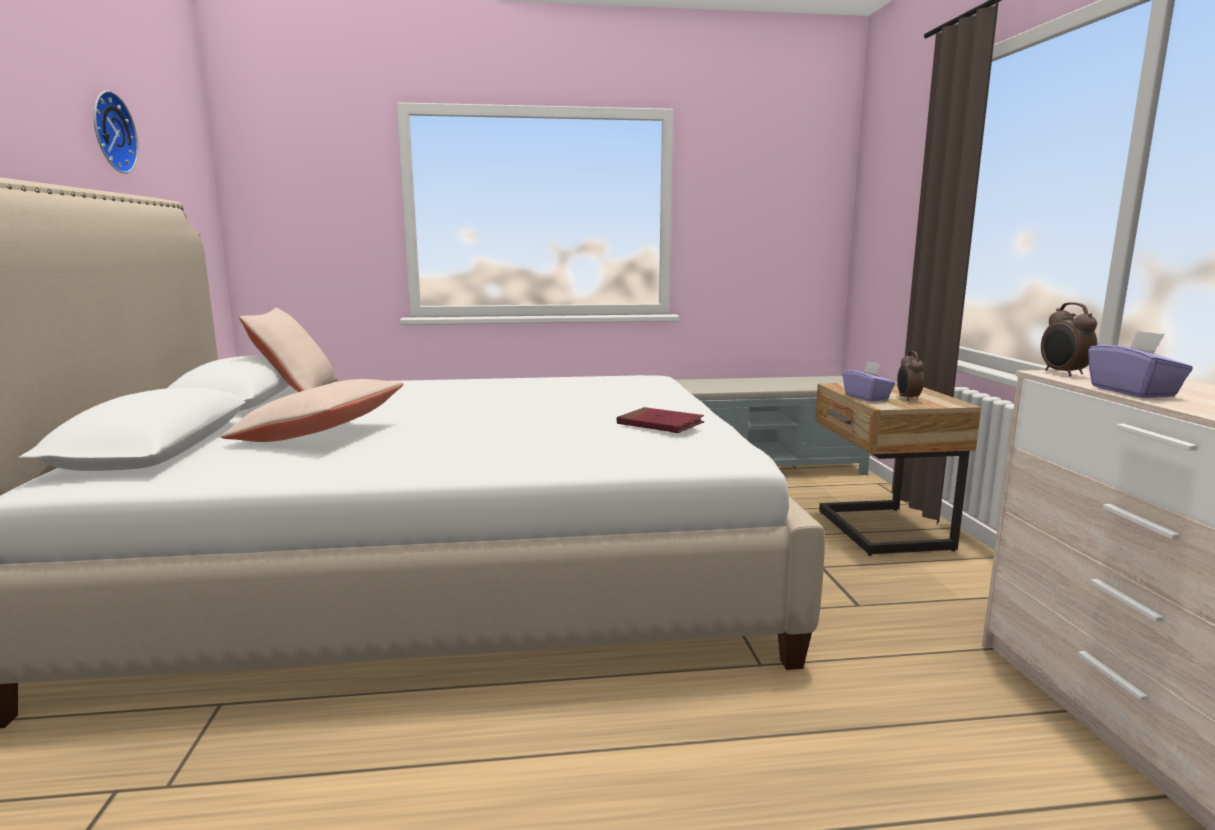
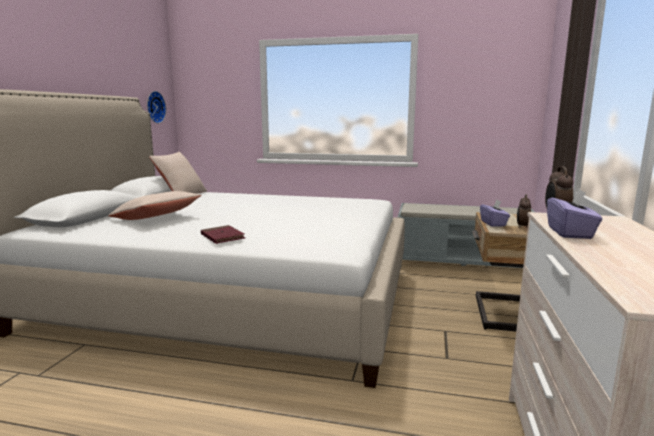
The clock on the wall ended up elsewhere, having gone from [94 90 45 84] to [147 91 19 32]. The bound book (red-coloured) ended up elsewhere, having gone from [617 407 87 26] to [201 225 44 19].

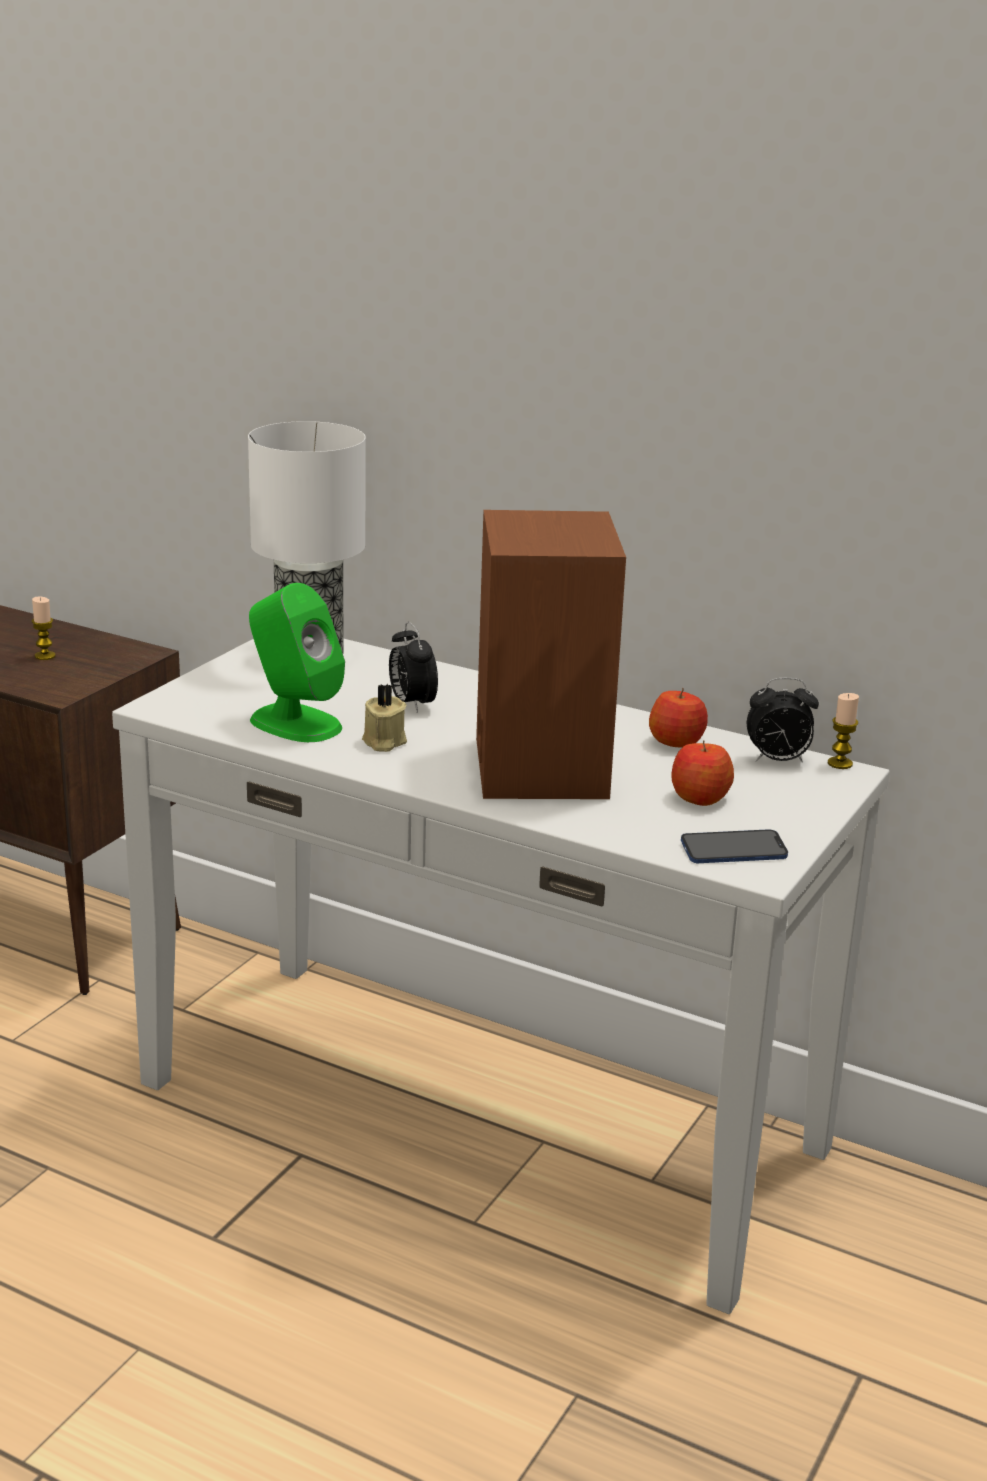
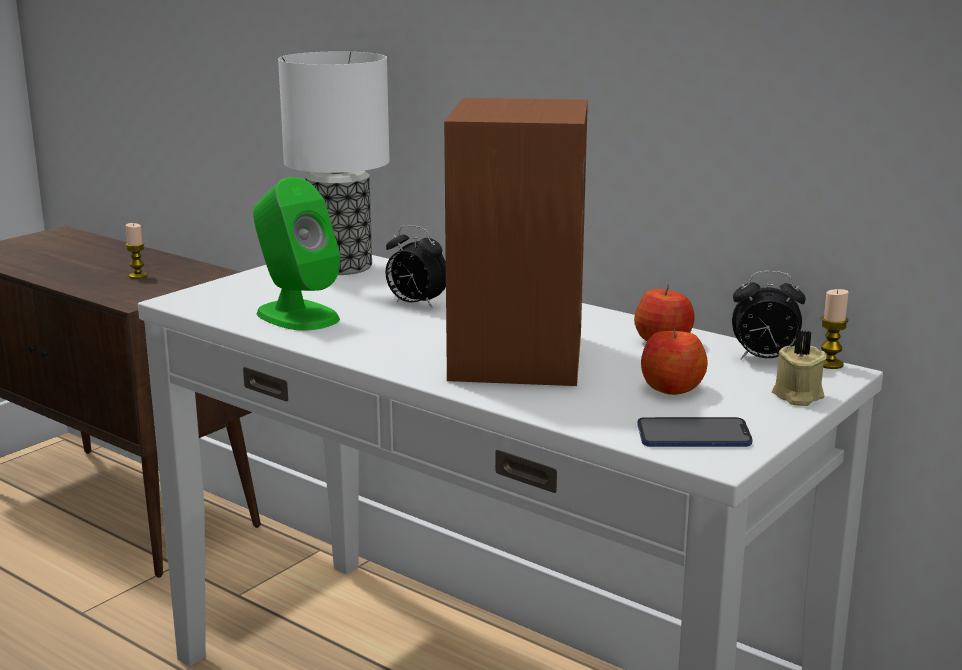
The wax candle (beige-coloured) ended up elsewhere, having gone from [362 684 45 68] to [772 330 55 76]. The bedside clock at [389 622 49 91] ended up facing another way, 45 degrees counterclockwise from before.

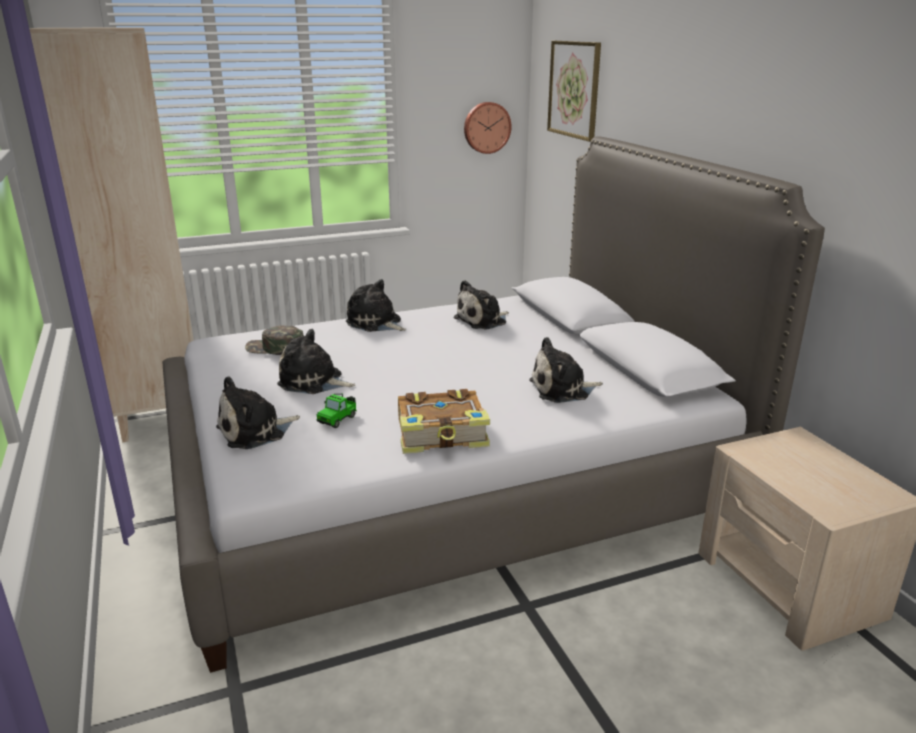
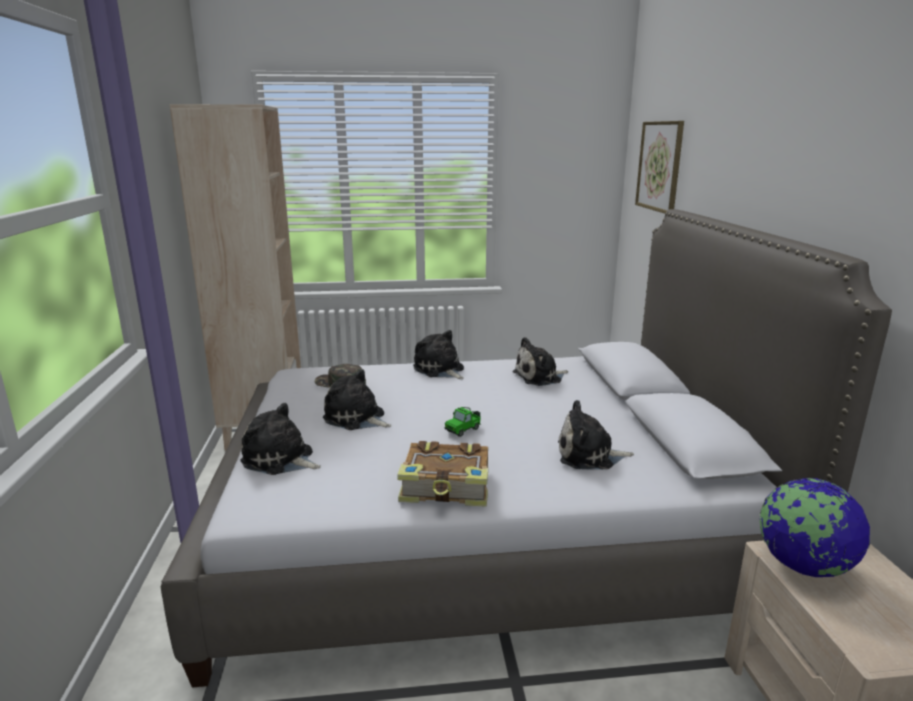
The plush toy at [216 376 84 73] ended up facing another way, 45 degrees clockwise from before. The miniature car ended up elsewhere, having gone from [317 394 40 34] to [444 407 37 30]. The second view lost the clock on the wall at [464 102 48 52]. The second view gained the desk globe at [759 478 111 99].

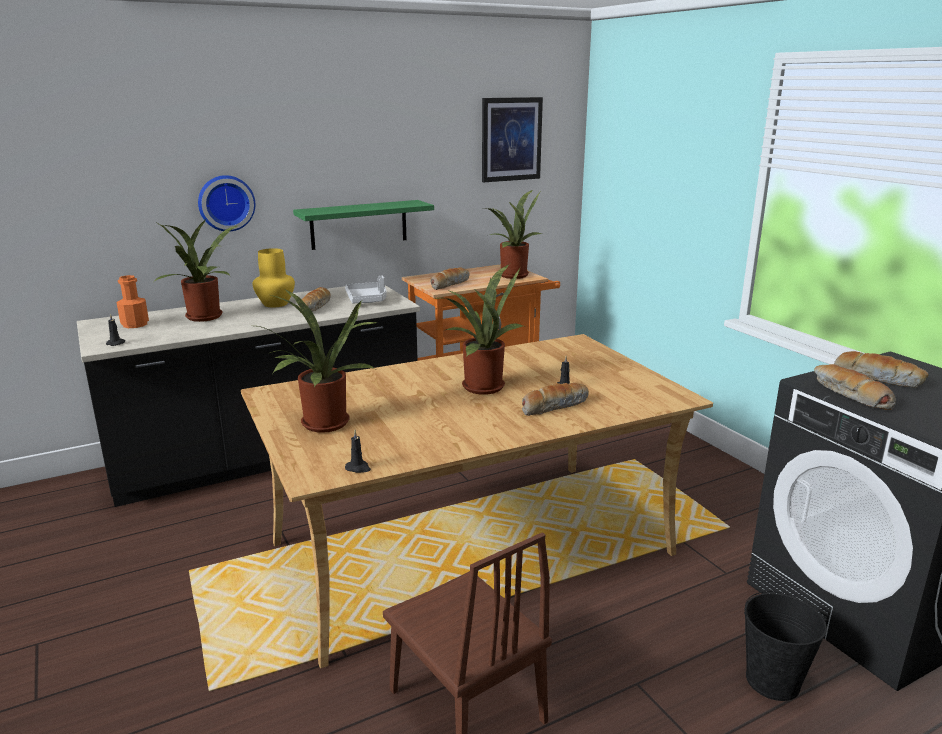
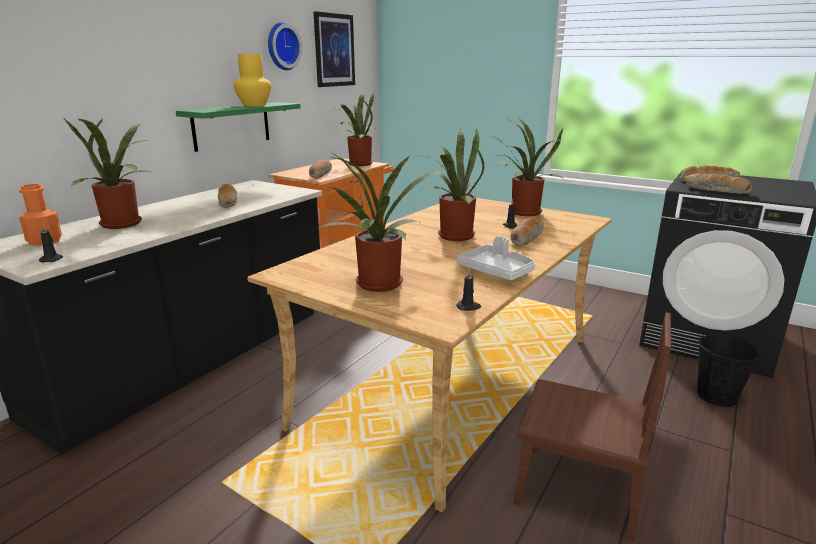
The clock on the wall ended up elsewhere, having gone from [198 175 57 57] to [268 22 34 48]. The decorative vase (yellowish) ended up elsewhere, having gone from [253 248 42 60] to [233 54 38 52]. The carrying tray (gray) ended up elsewhere, having gone from [345 276 41 27] to [457 236 78 44]. The second view gained the potted plant at [491 119 73 97].

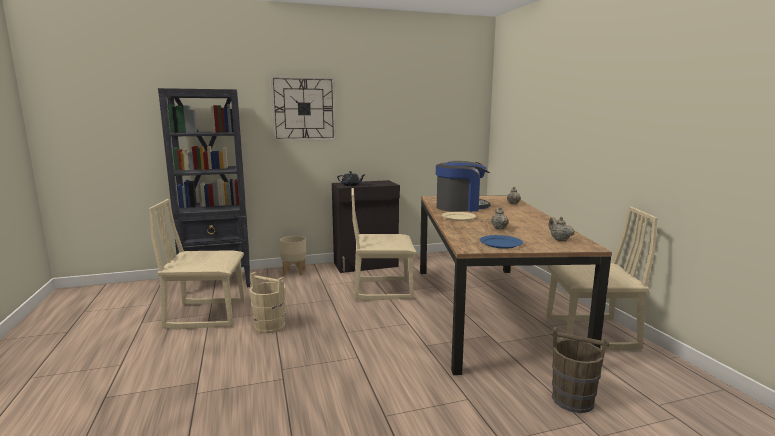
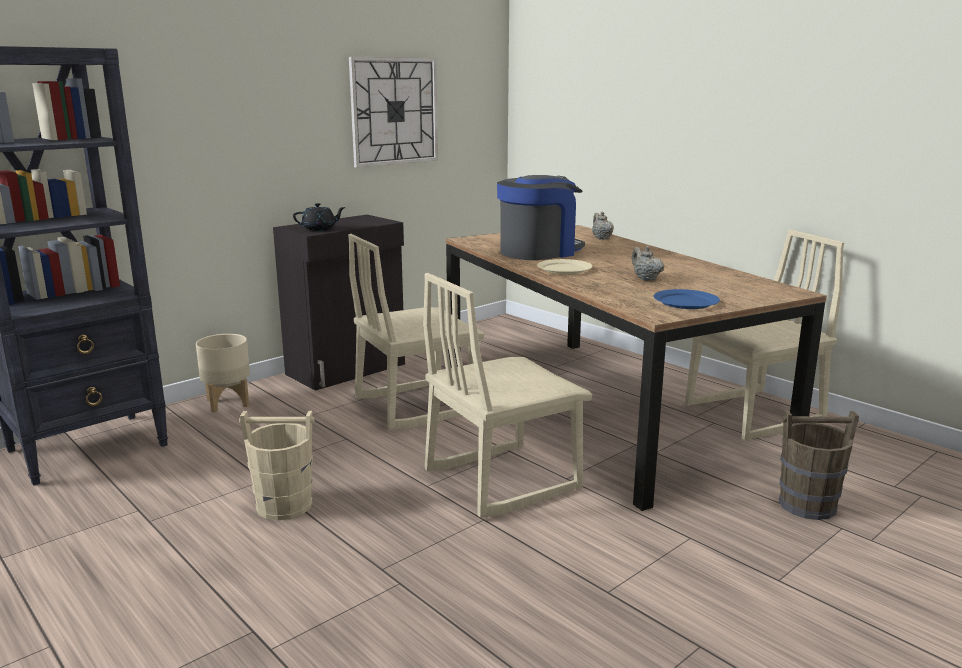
The plain chair (beige-coloured) ended up elsewhere, having gone from [149 199 96 131] to [423 273 169 245]. The clock on the wall ended up elsewhere, having gone from [270 76 66 65] to [349 57 89 111]. The second view lost the tea pot (beige-coloured) at [548 217 27 24].

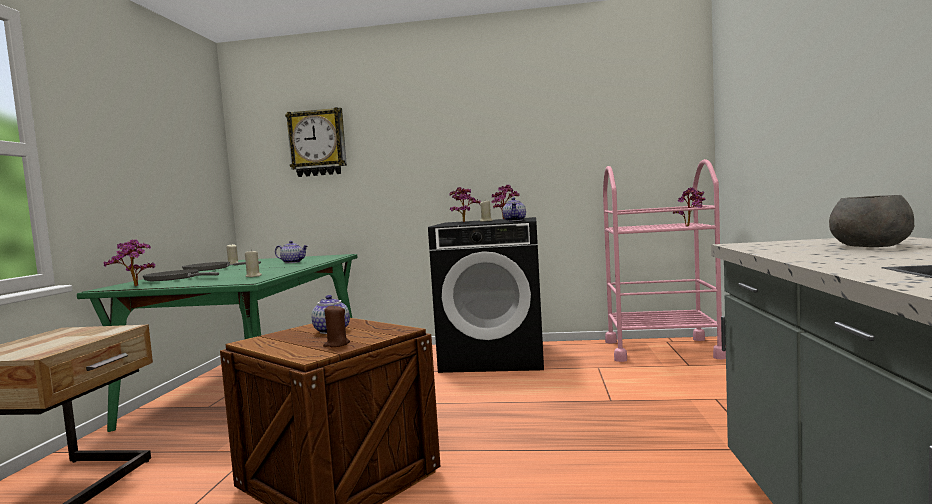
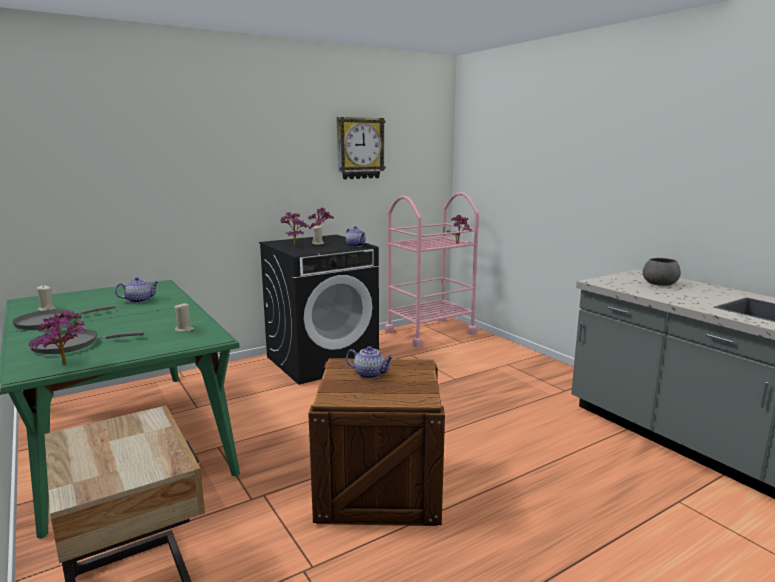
The clock on the wall ended up elsewhere, having gone from [285 107 62 70] to [337 117 49 62]. The second view lost the wax candle (brownish) at [323 304 27 43].

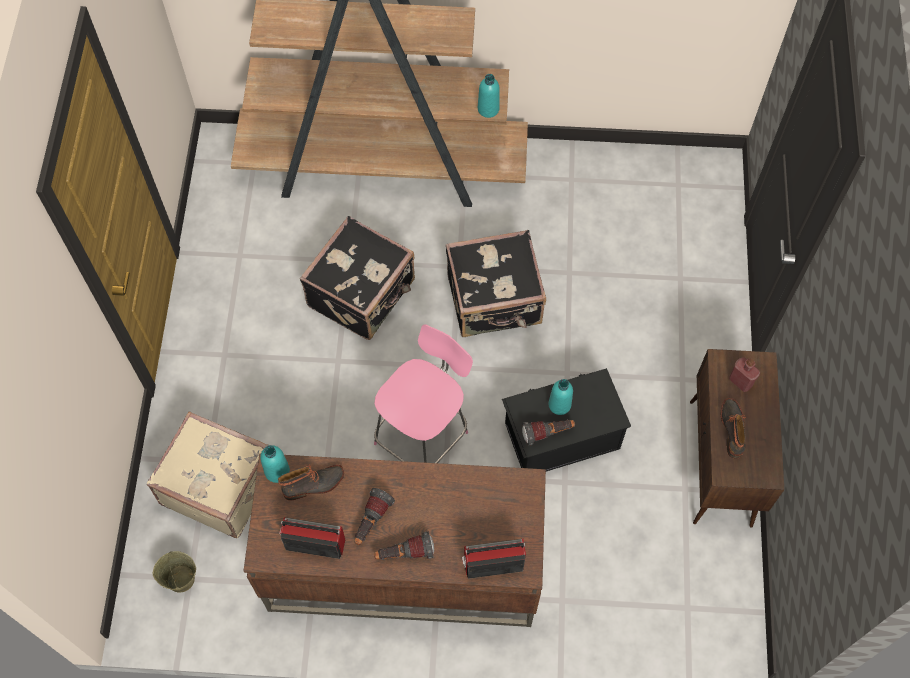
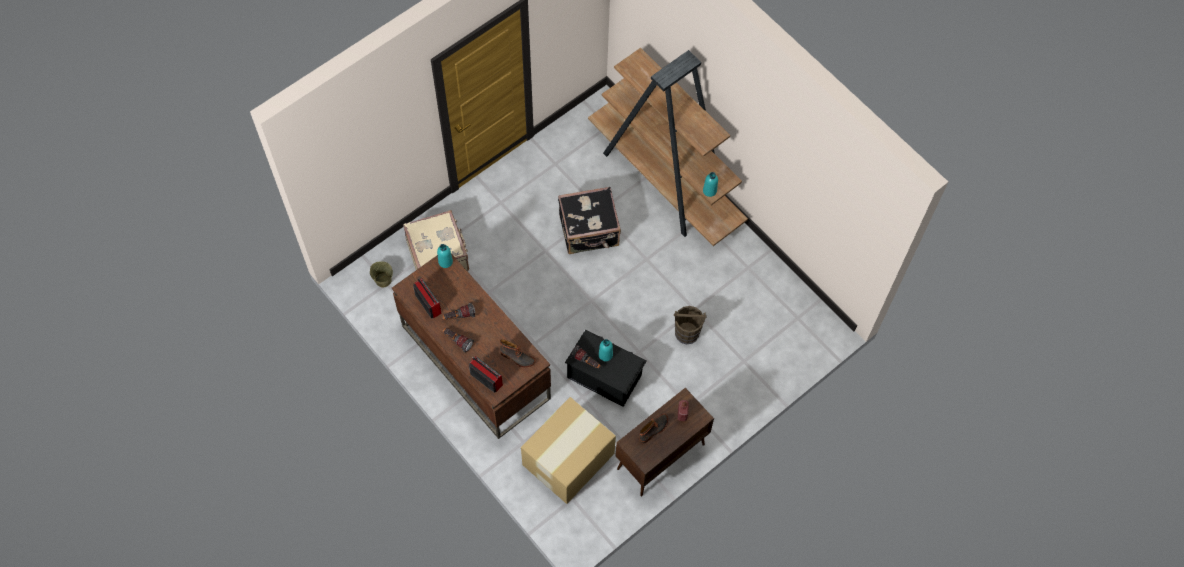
The high-top boot ended up elsewhere, having gone from [278 464 66 36] to [500 339 36 28]. The second view lost the stool (pink) at [374 324 99 139]. The second view lost the travel case (black) at [446 230 100 107]. The second view gained the cardboard box at [521 397 95 107]. The second view gained the water bucket (brownish) at [674 306 33 38].

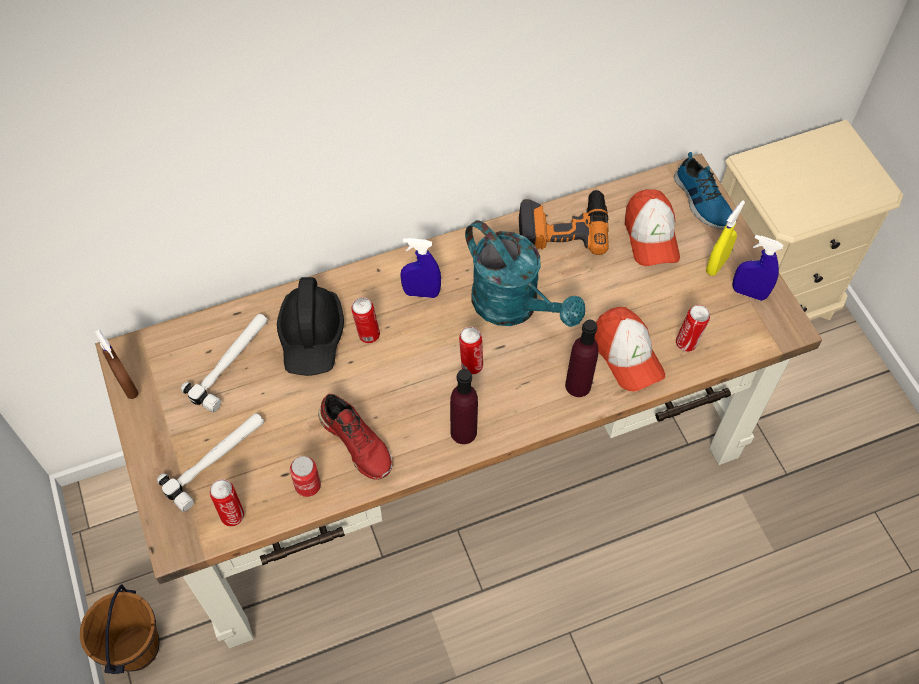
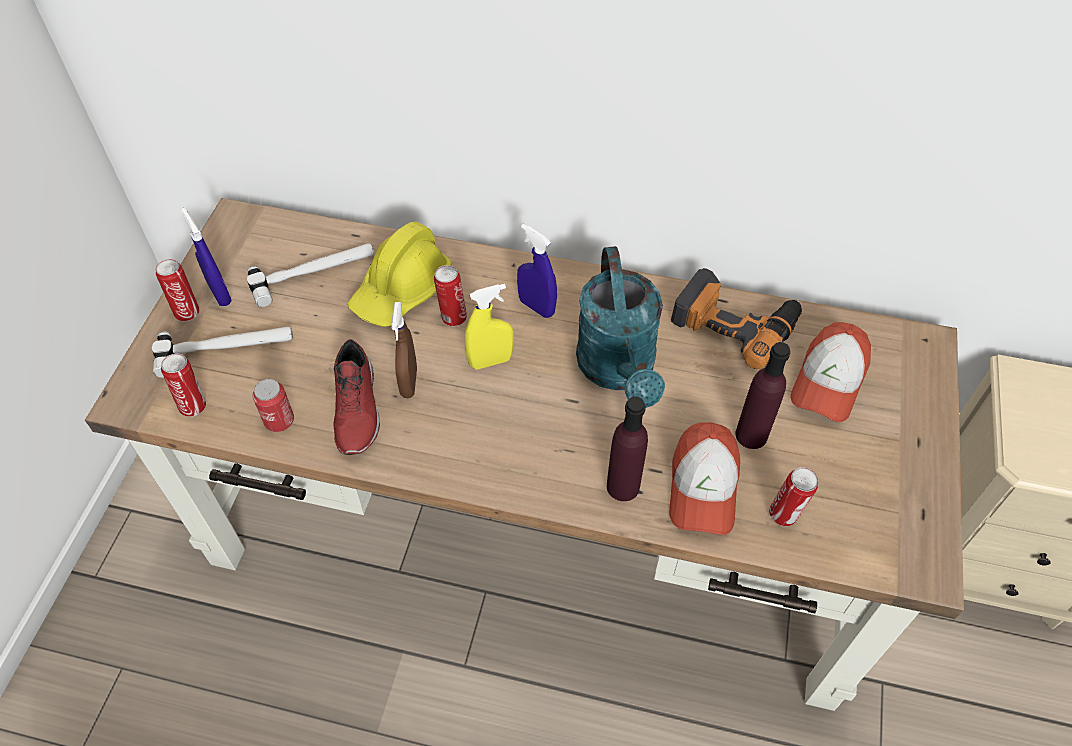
The second view lost the water bucket (brownish) at [80 584 79 90]. The sprayer (brownish) ended up elsewhere, having gone from [95 329 43 70] to [391 302 26 96]. What was the work helmet (black) at [277 277 67 99] turned into the work helmet (yellowish) at [348 221 104 106]. The drink bottle (purple-coloured) ended up elsewhere, having gone from [450 369 28 75] to [735 342 55 107]. The can ended up elsewhere, having gone from [459 327 24 48] to [156 259 43 62]. The second view lost the low shoe at [674 152 59 77]. The sprayer (yellowish) ended up elsewhere, having gone from [706 201 39 75] to [465 284 49 85]. The sprayer (blue) ended up elsewhere, having gone from [732 235 51 66] to [181 208 51 98].

